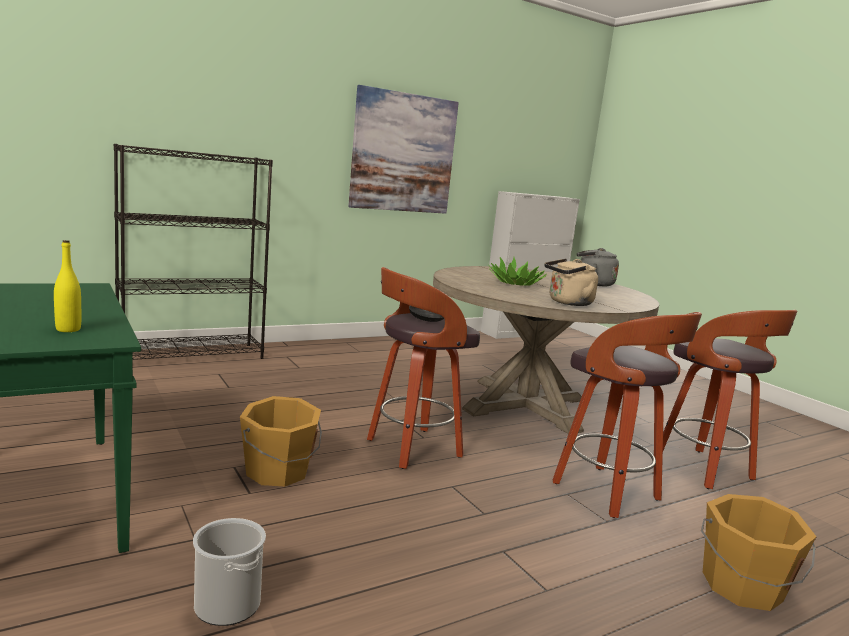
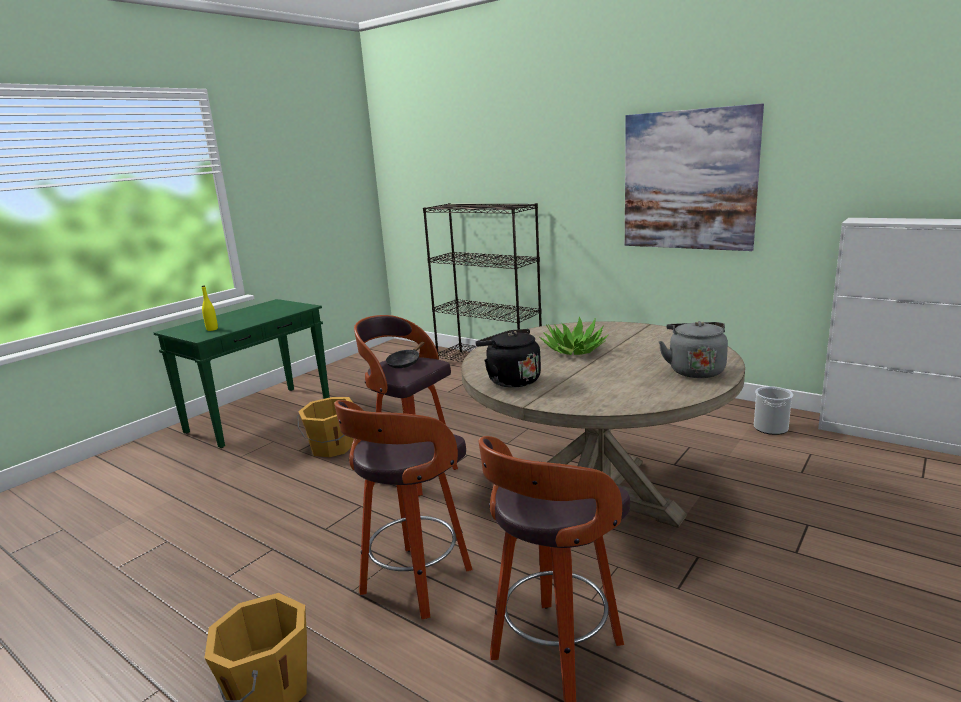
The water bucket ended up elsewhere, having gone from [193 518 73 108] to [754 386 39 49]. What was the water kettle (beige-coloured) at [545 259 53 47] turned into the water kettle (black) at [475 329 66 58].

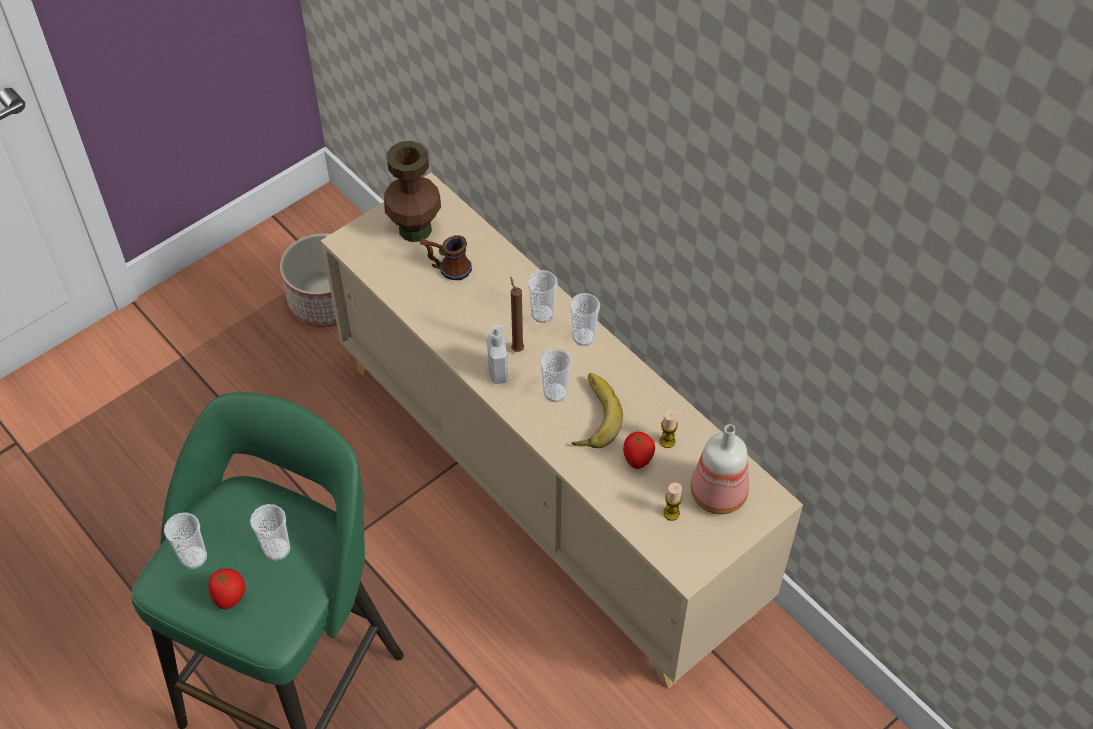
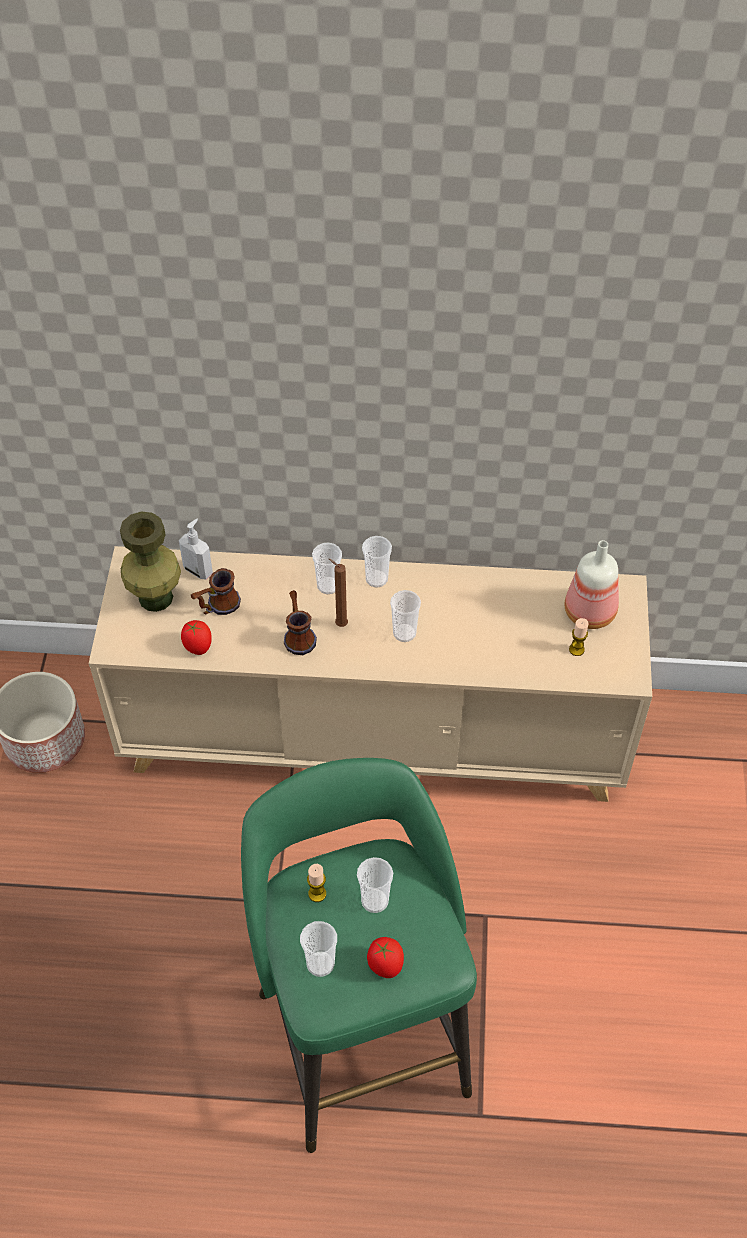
What was the decorative vase (brownish) at [384 141 57 101] turned into the decorative vase (greenish) at [120 512 61 100]. The soap dispenser ended up elsewhere, having gone from [487 324 21 60] to [179 519 34 61]. The second view lost the whole banana at [572 373 51 75]. The fresh tomato ended up elsewhere, having gone from [623 432 32 37] to [181 620 31 35]. The wax candle ended up elsewhere, having gone from [659 410 19 38] to [307 864 19 38]. The second view gained the mug at [284 590 33 65].

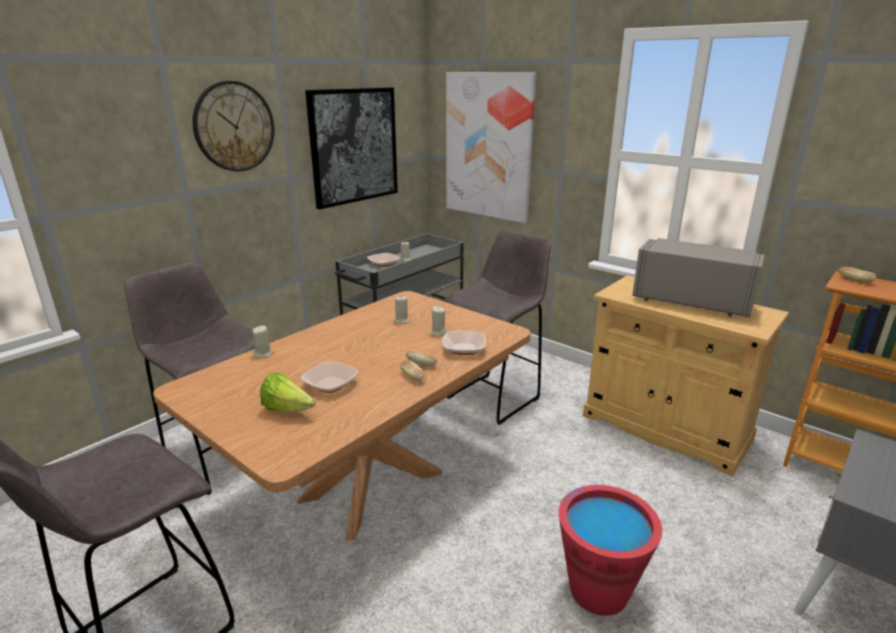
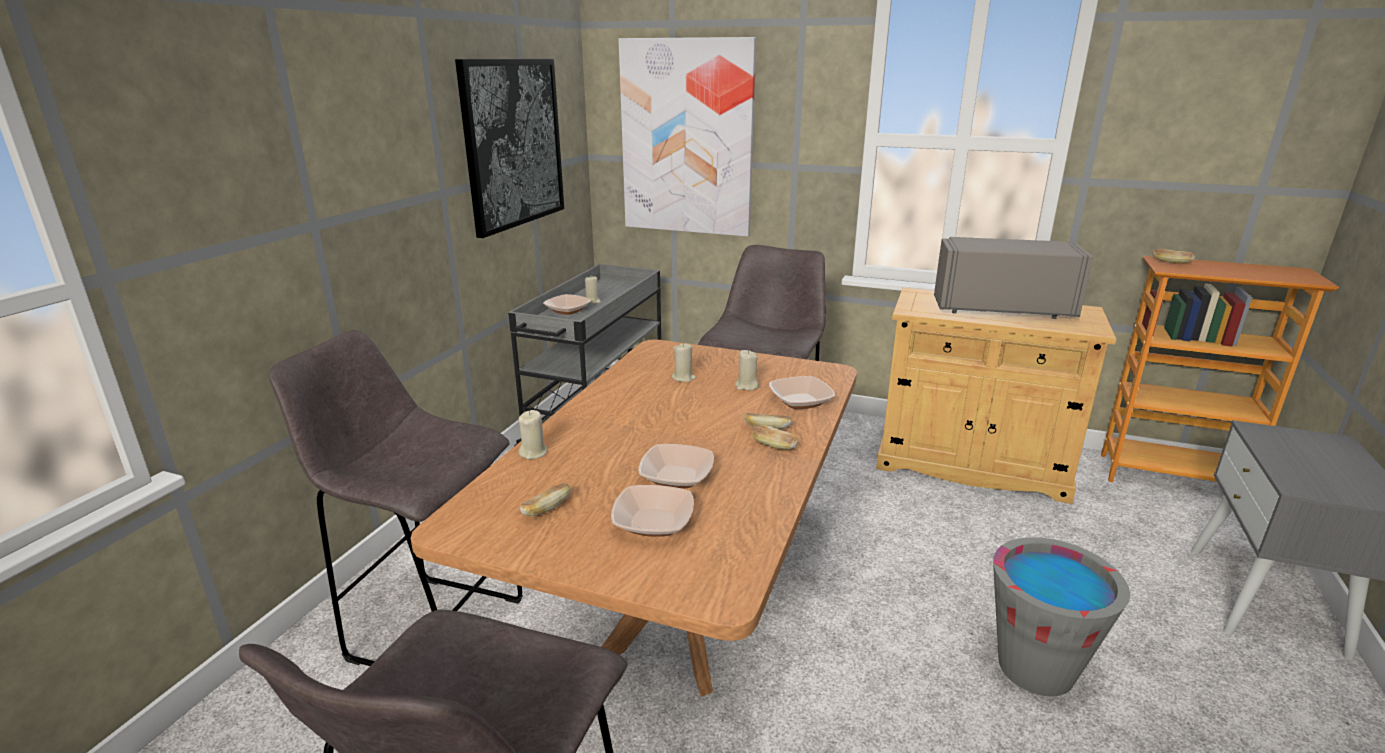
The second view lost the clock on the wall at [192 81 82 90]. Where the lettuce stood at [260 373 56 39], the serving bowl came to stand at [611 485 83 52]. What was the water bucket (red-coloured) at [559 485 103 131] turned into the water bucket (gray) at [993 537 137 159]. The second view gained the bread at [520 483 51 33].

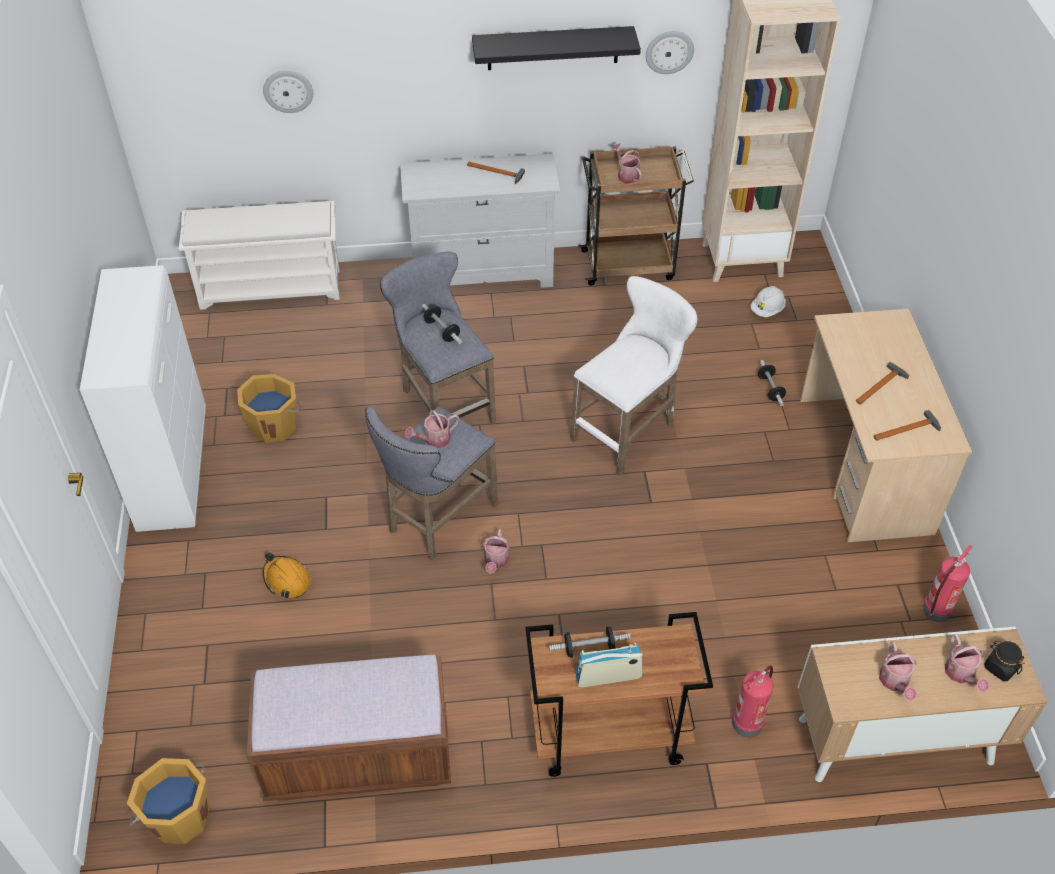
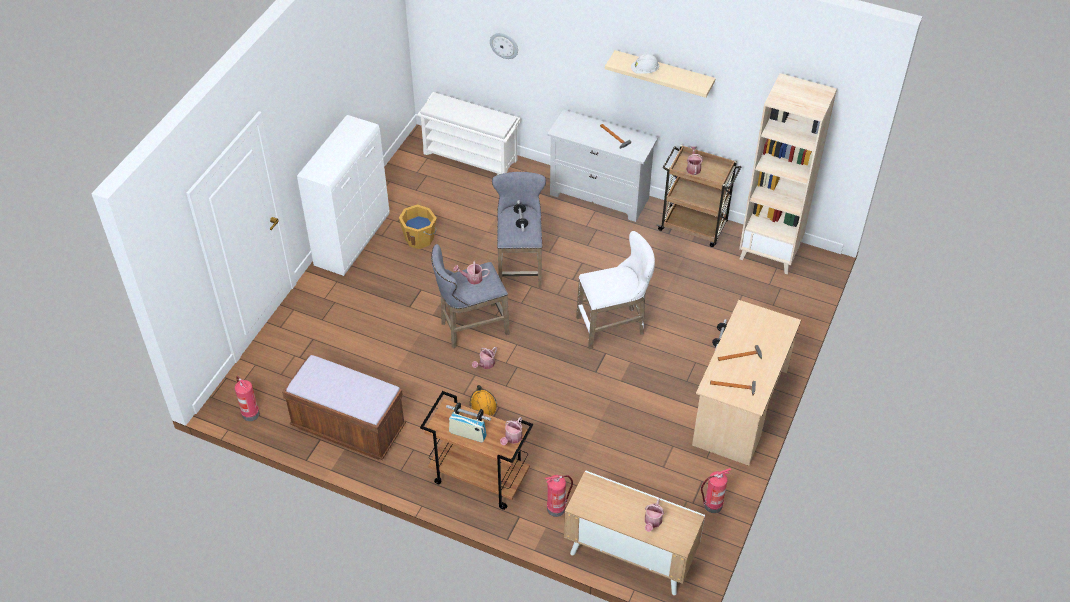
Where the water bucket (orange-coloured) stood at [127 758 83 86], the fire-fighting cylinder came to stand at [235 376 25 45]. The work helmet (orange-coloured) ended up elsewhere, having gone from [263 552 48 47] to [470 385 27 31]. What was the shelf (black) at [472 26 169 44] turned into the shelf (beige-coloured) at [605 50 111 48]. The second view lost the clock on the wall at [646 31 48 43]. The work helmet (whitish) ended up elsewhere, having gone from [750 286 36 31] to [631 54 28 20]. The watering pot ended up elsewhere, having gone from [879 642 38 59] to [500 417 22 28]. The second view lost the preserve jar (black) at [984 641 40 40].

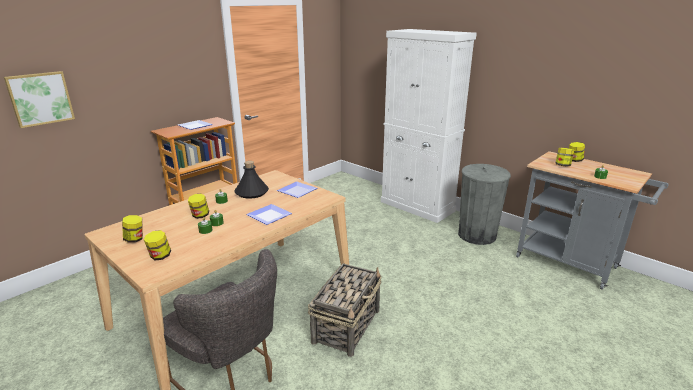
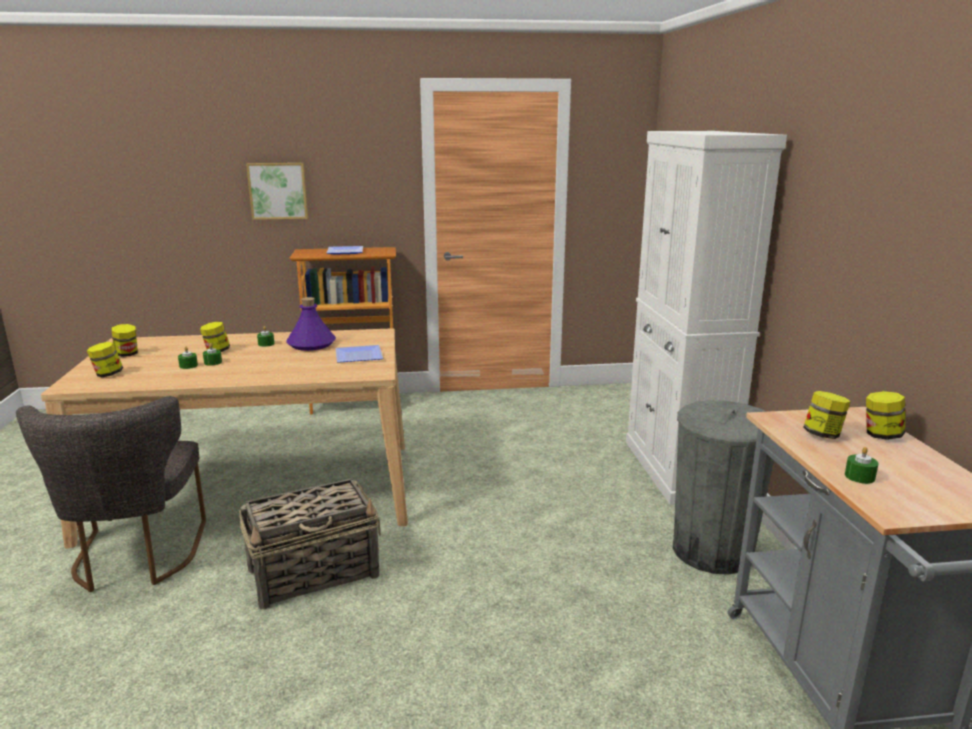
The wall art ended up elsewhere, having gone from [4 71 71 57] to [246 163 62 57]. What was the drink bottle (black) at [234 161 35 38] turned into the drink bottle (purple-coloured) at [286 297 50 54]. The second view lost the dinner plate at [246 204 46 21].

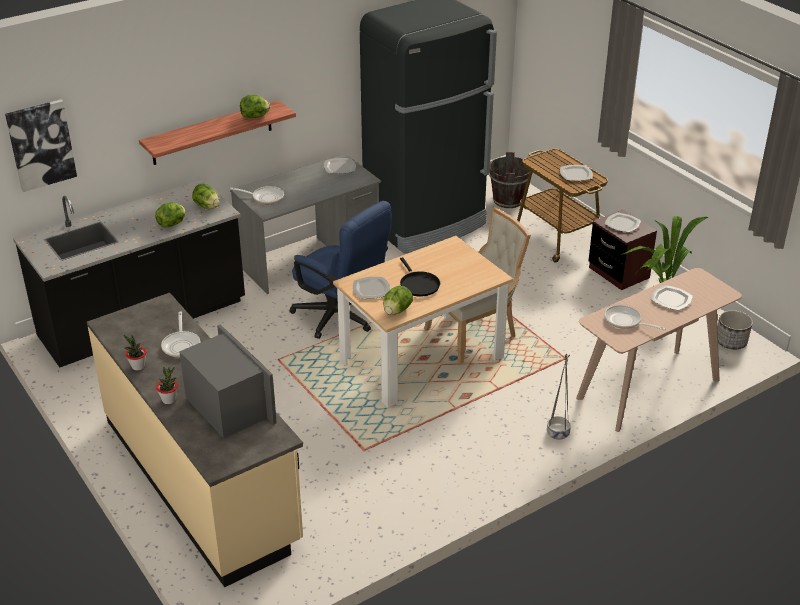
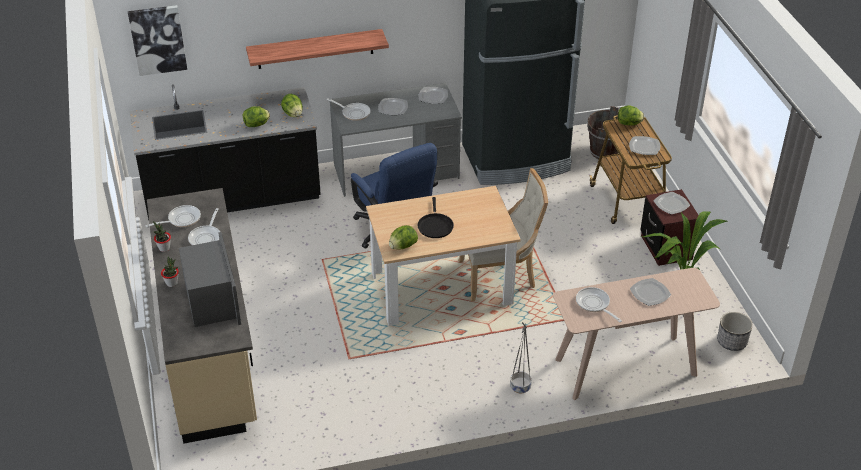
The lettuce ended up elsewhere, having gone from [240 95 30 23] to [618 105 26 21]. The dinner plate ended up elsewhere, having gone from [353 277 38 22] to [378 98 30 17]. The second view gained the frying pan at [145 205 56 22].

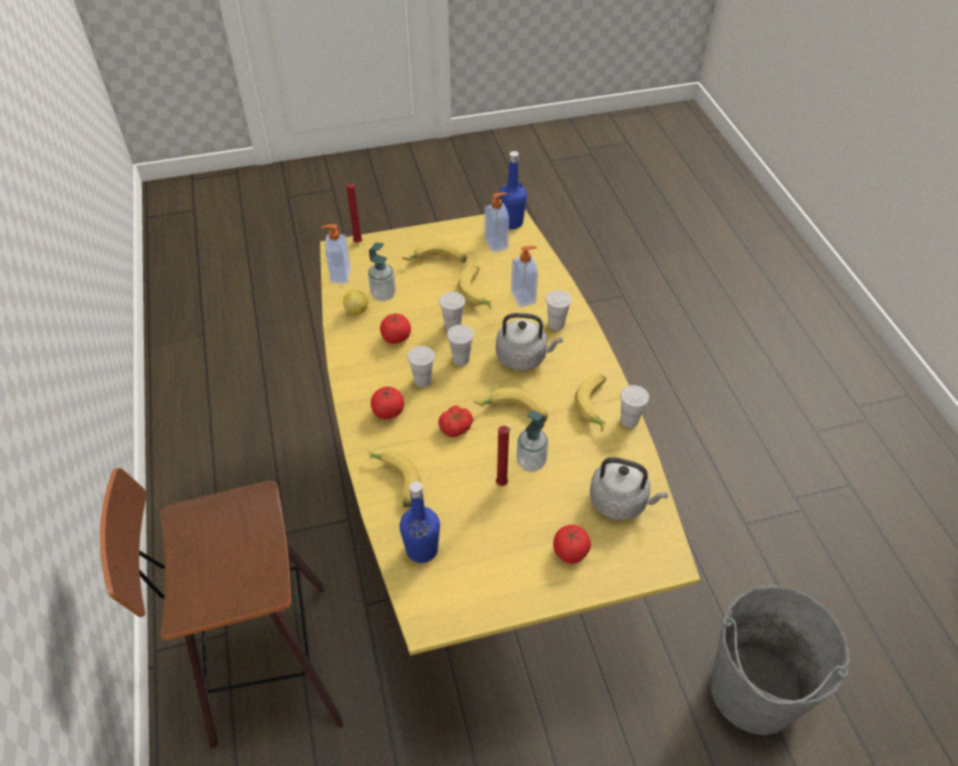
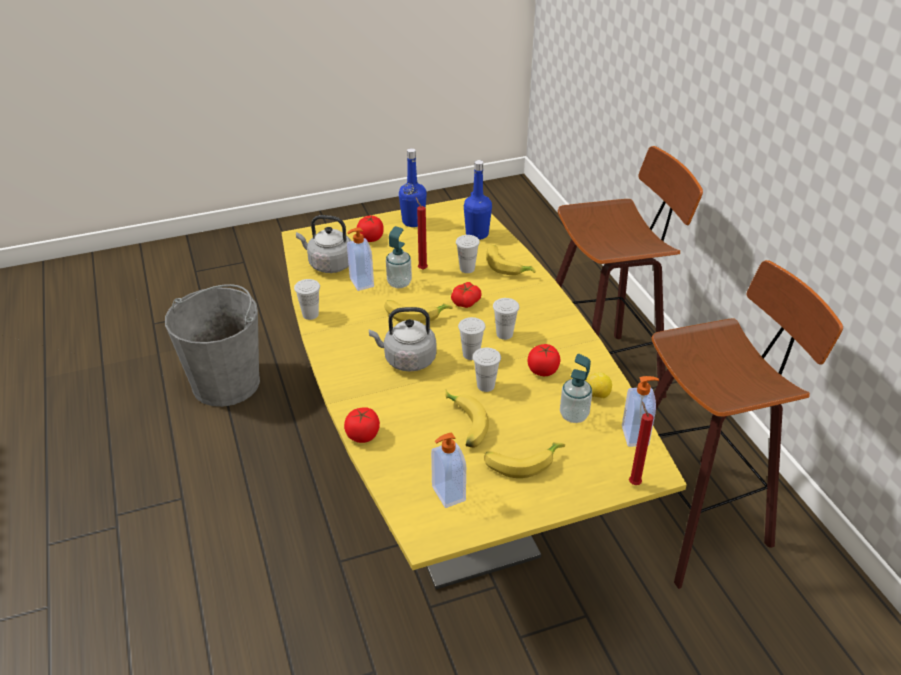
The fresh tomato ended up elsewhere, having gone from [371 387 33 32] to [344 407 36 36]. The drink bottle (blue) ended up elsewhere, having gone from [499 151 28 78] to [399 148 28 79]. The soap dispenser ended up elsewhere, having gone from [511 246 27 61] to [347 228 27 63]. The cup (whitish) ended up elsewhere, having gone from [546 290 26 40] to [456 235 24 38]. The second view lost the whole banana at [574 373 32 59]. The second view gained the stool at [652 260 191 329].

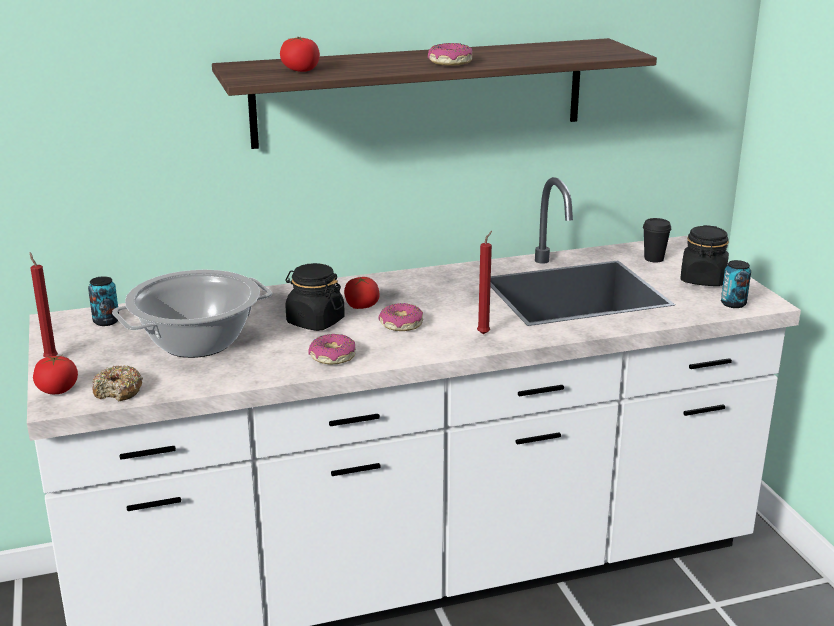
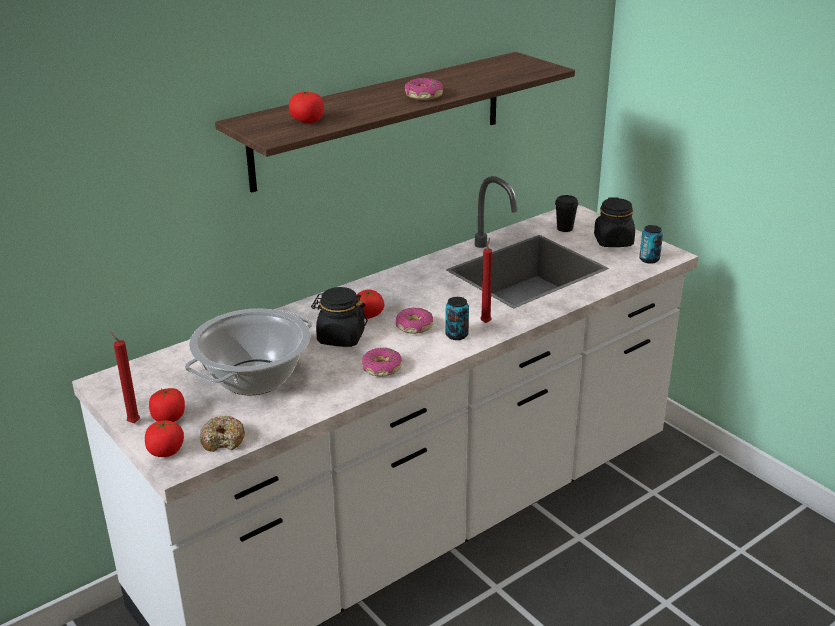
The can ended up elsewhere, having gone from [88 276 31 50] to [445 297 24 43]. The second view gained the fresh tomato at [149 388 36 34].

